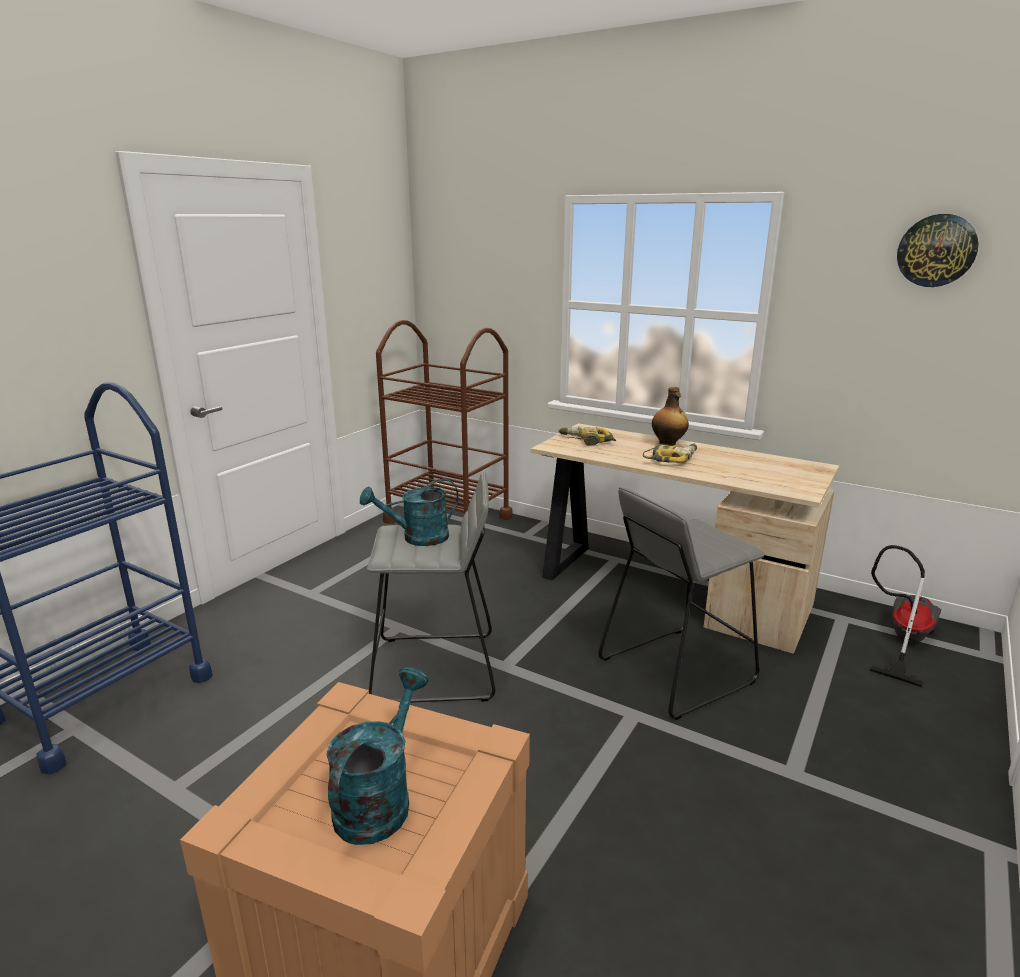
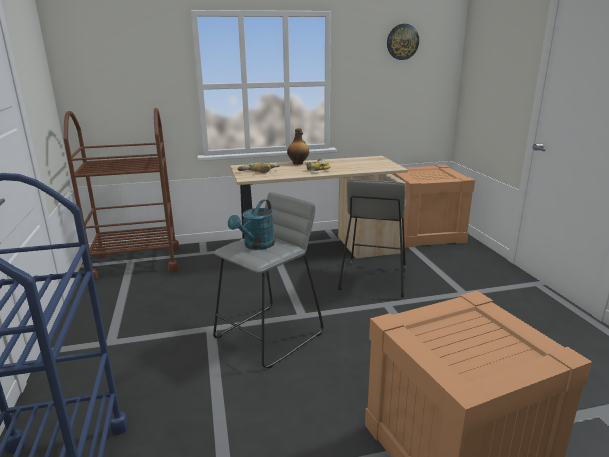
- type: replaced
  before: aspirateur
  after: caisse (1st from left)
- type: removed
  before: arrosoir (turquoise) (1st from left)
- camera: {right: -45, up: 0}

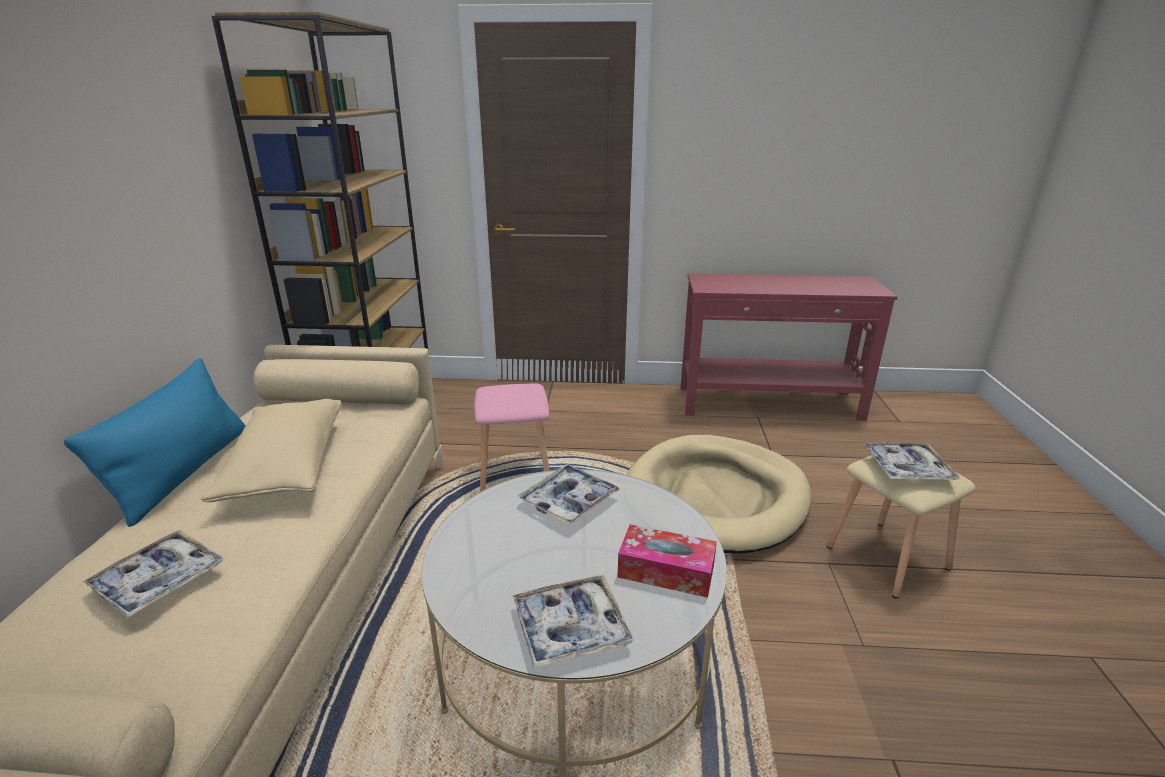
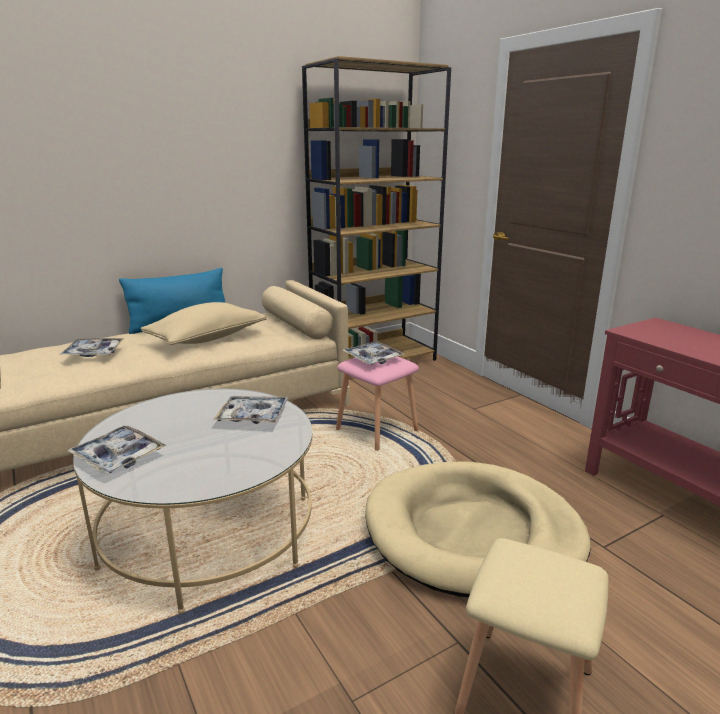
- type: moved
  before: plateau (4th from left)
- type: removed
  before: boîte à mouchoirs
- camera: {right: 55, up: -5}

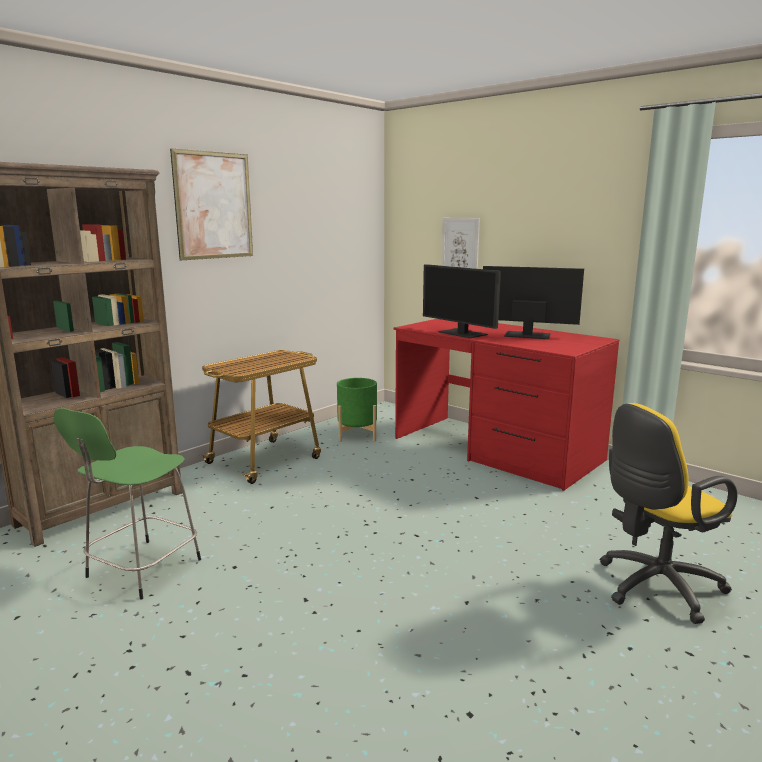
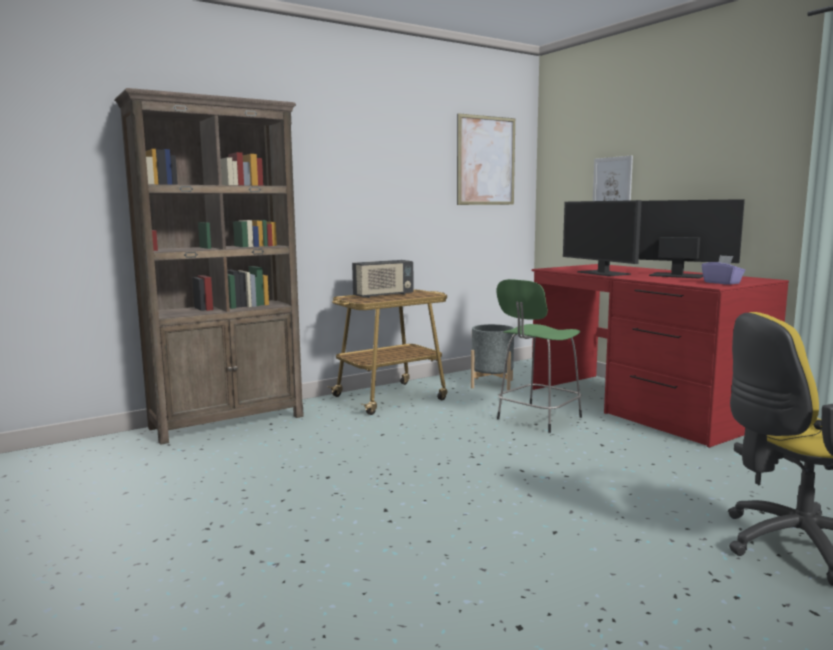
- type: added
  after: radio
- type: moved
  before: tableau (1st from left)
- type: recoloured
  before: cache-pot (vert)
  after: cache-pot (gris)
- type: moved
  before: tabouret (vert)
- type: added
  after: boîte à mouchoirs (violet)
- camera: {right: 15, up: -5}

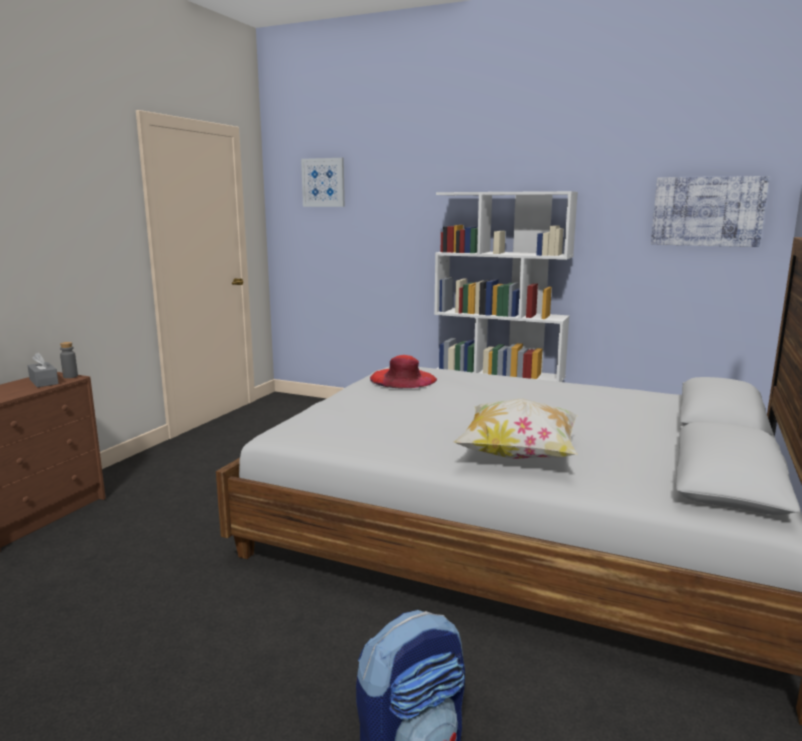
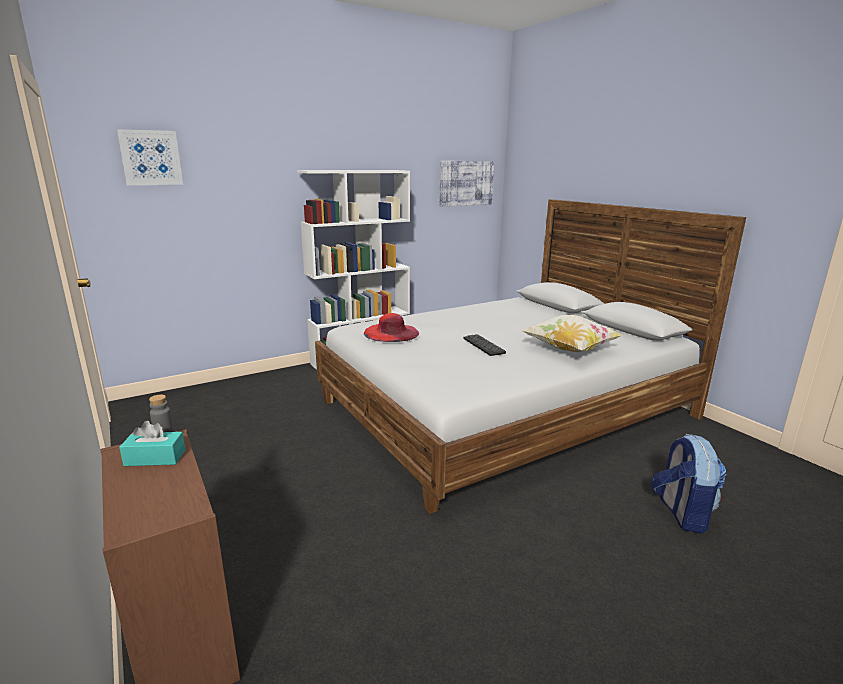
- type: recoloured
  before: boîte à mouchoirs (gris)
  after: boîte à mouchoirs (turquoise)
- type: added
  after: clavier
- camera: {right: -55, up: 5}

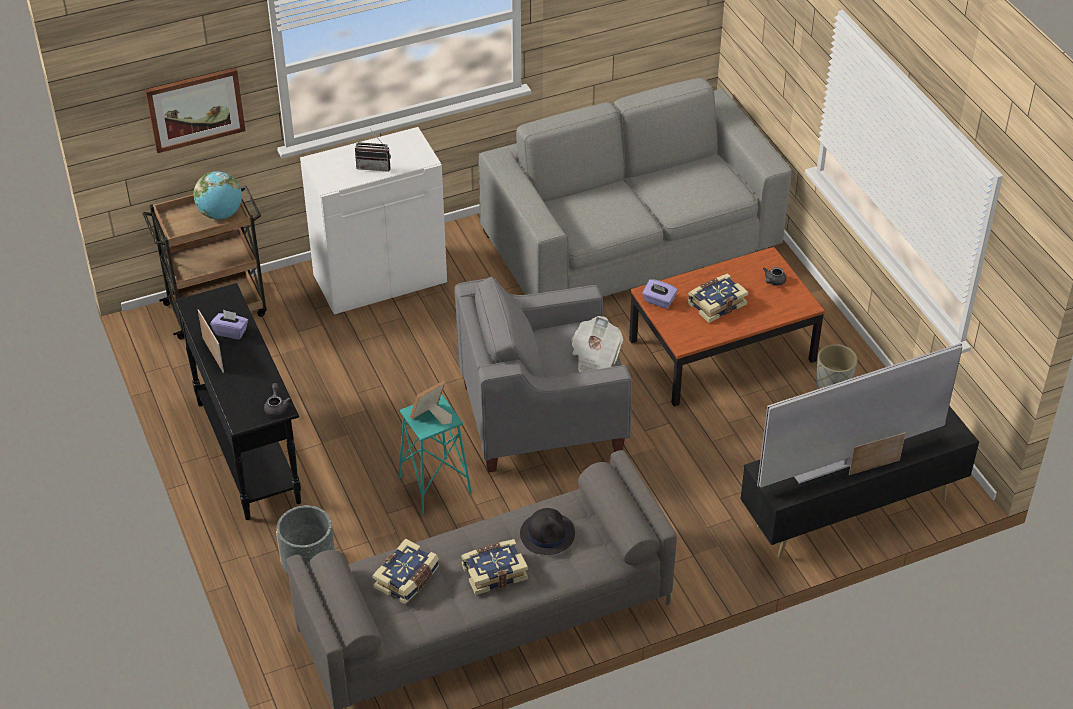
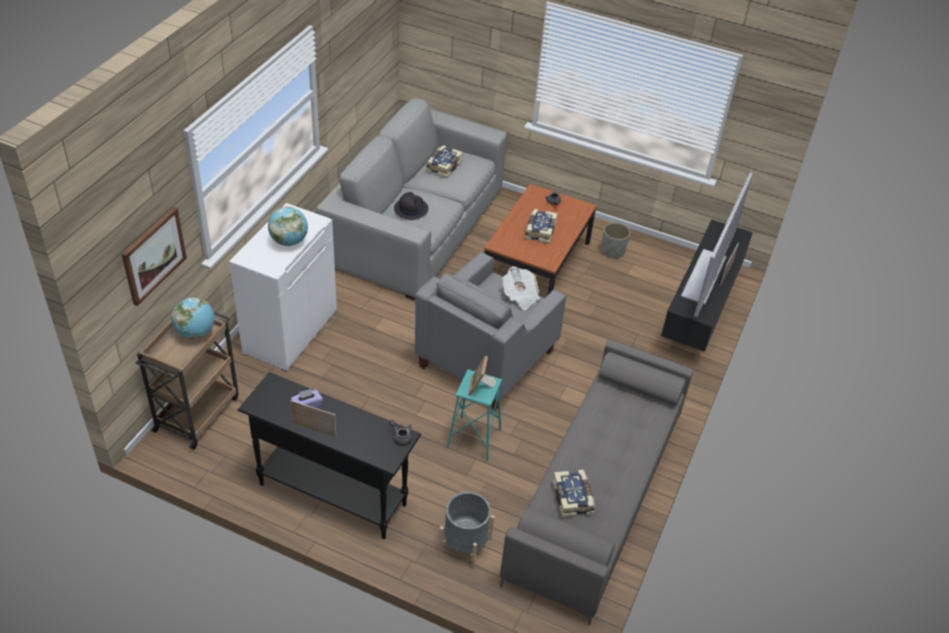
- type: replaced
  before: radio
  after: globe (2nd from left)
- type: moved
  before: chapeau (noir)
- type: moved
  before: livre (2nd from left in the first image)
  after: livre (1st from left)
- type: removed
  before: boîte à mouchoirs (violet) (2nd from left)
- camera: {right: -45, up: 0}

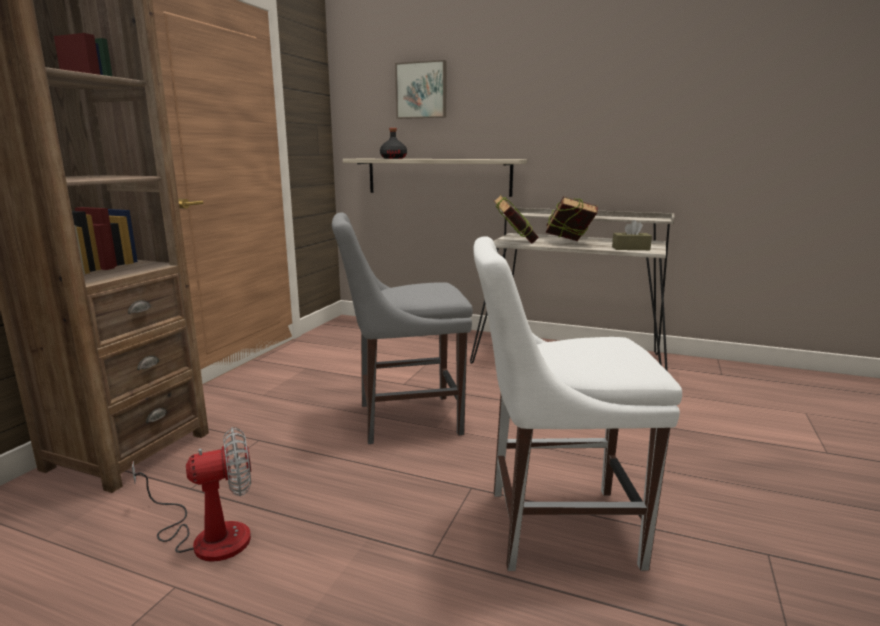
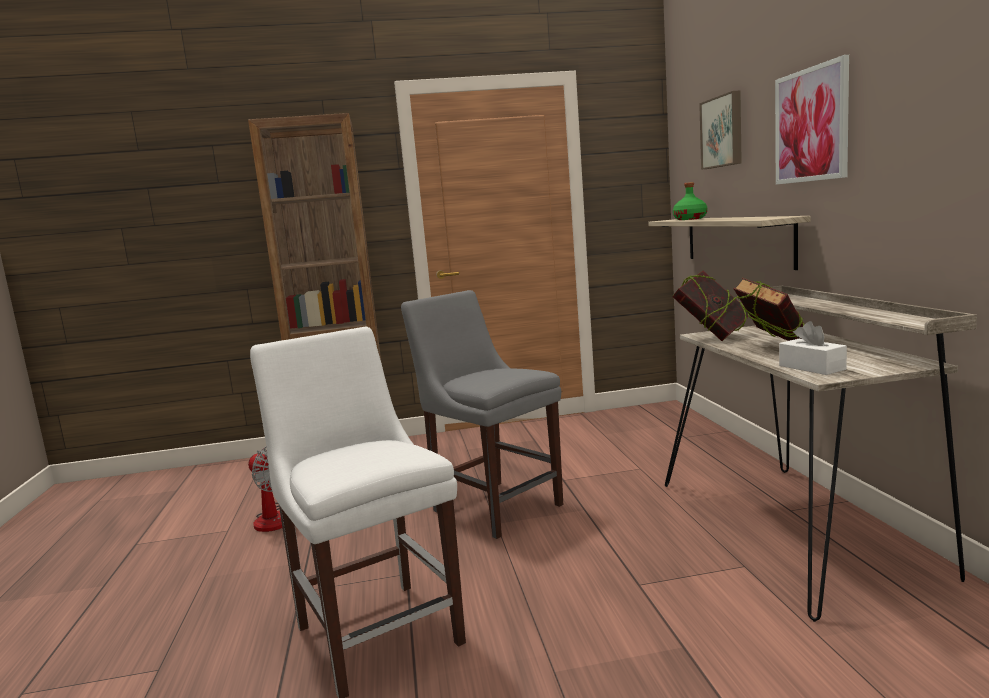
- type: recoloured
  before: bouteille (noir)
  after: bouteille (vert)
- type: added
  after: tableau (2nd from left)
- type: recoloured
  before: boîte à mouchoirs (marron)
  after: boîte à mouchoirs (blanc)
- camera: {right: 60, up: -5}

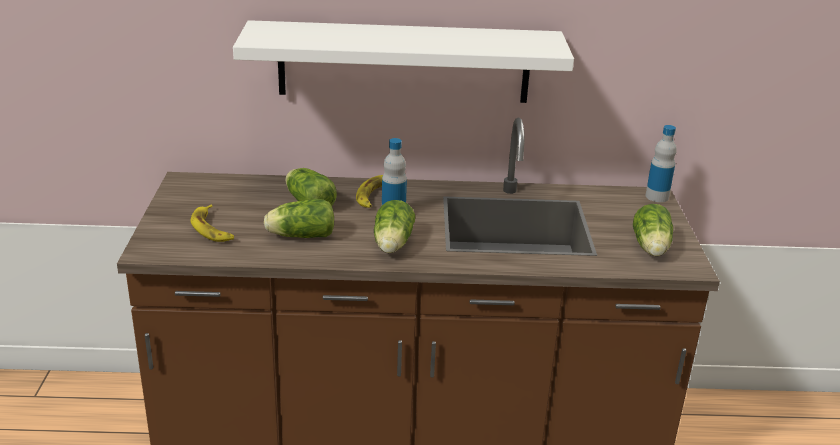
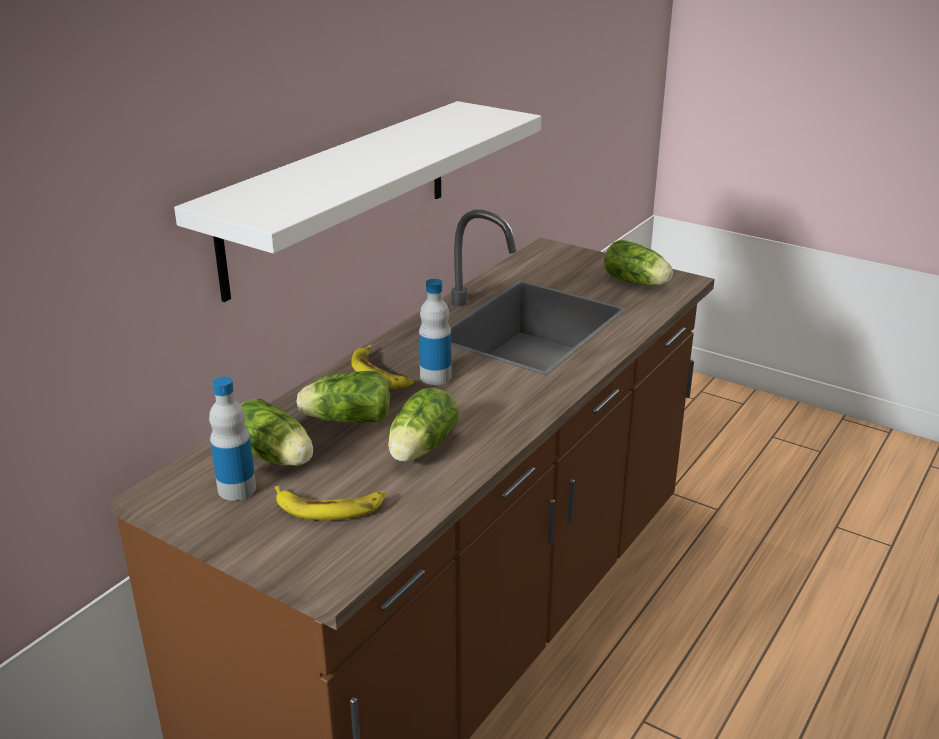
- type: moved
  before: bouteille (2nd from left in the first image)
  after: bouteille (1st from left)
- type: moved
  before: laitue (3rd from left in the first image)
  after: laitue (1st from left)
- camera: {right: -55, up: 0}

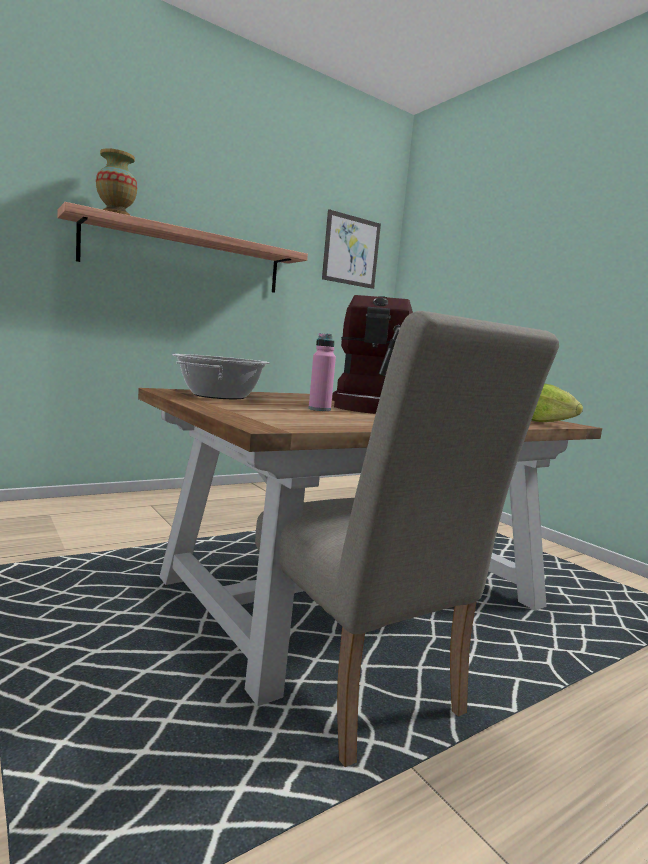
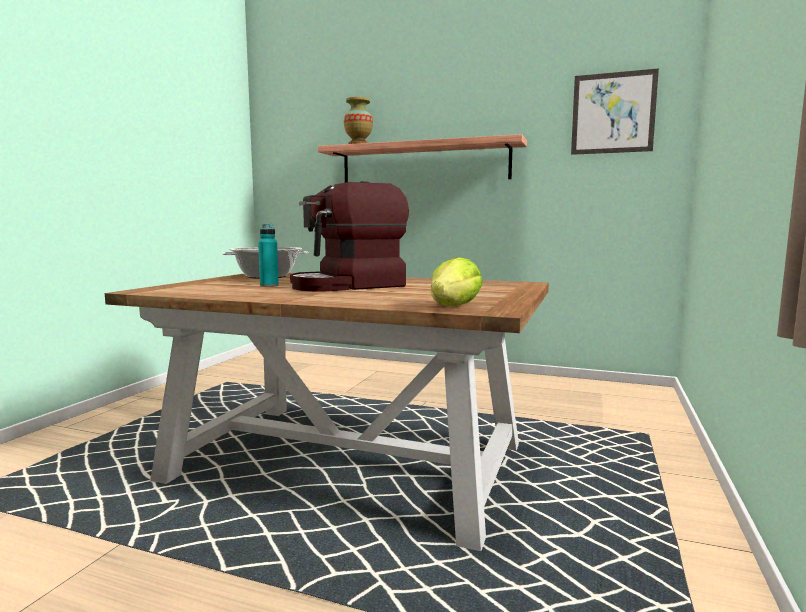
- type: recoloured
  before: bouteille (rose)
  after: bouteille (turquoise)
- type: removed
  before: chaise (beige)
- camera: {right: 55, up: 0}

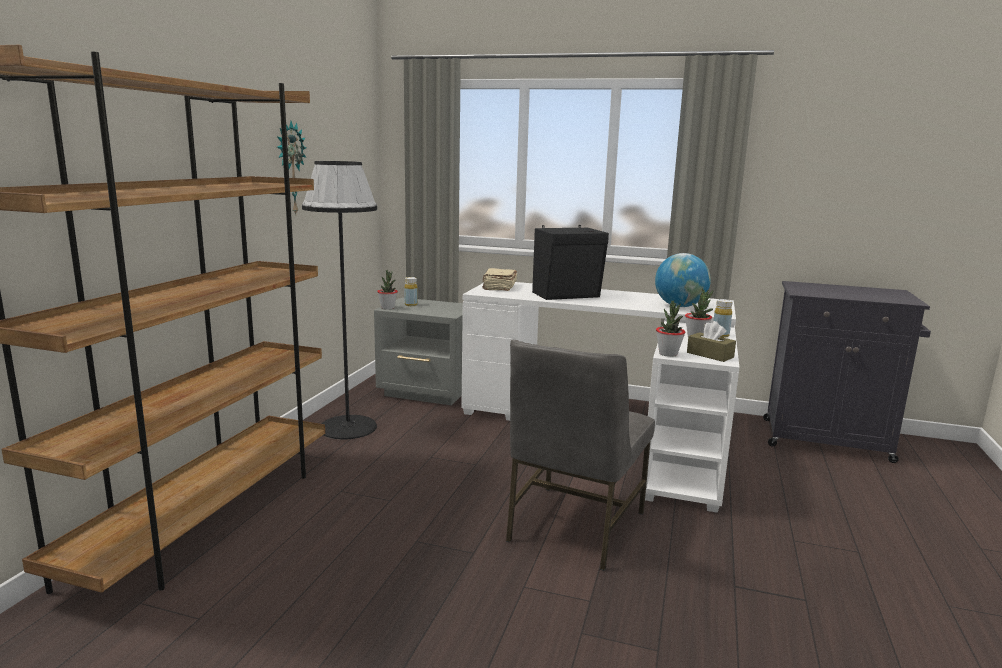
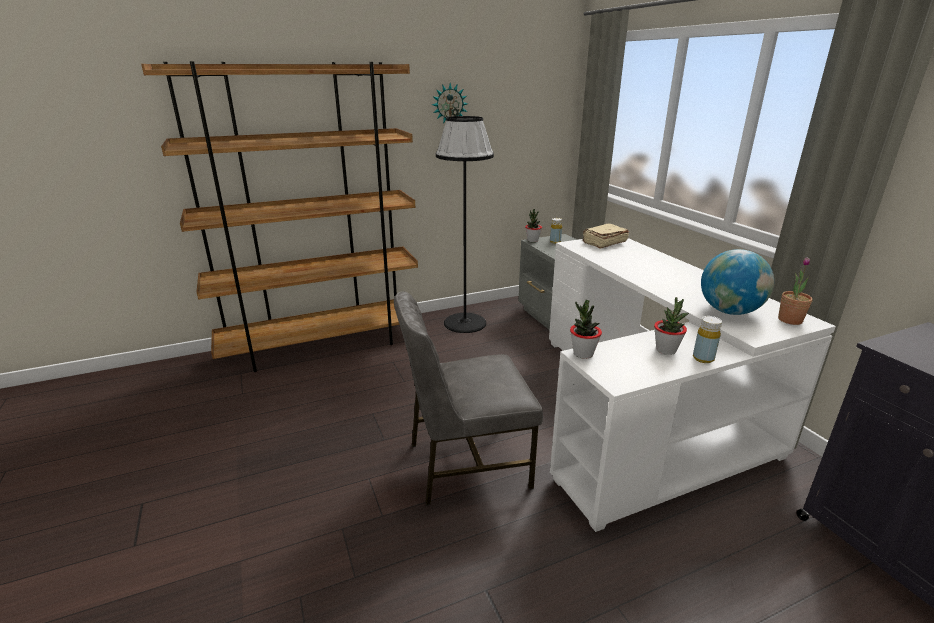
- type: added
  after: plante en pot (4th from left)
- type: removed
  before: enceinte (noir)
- type: removed
  before: boîte à mouchoirs (marron)
- camera: {right: 50, up: 10}

